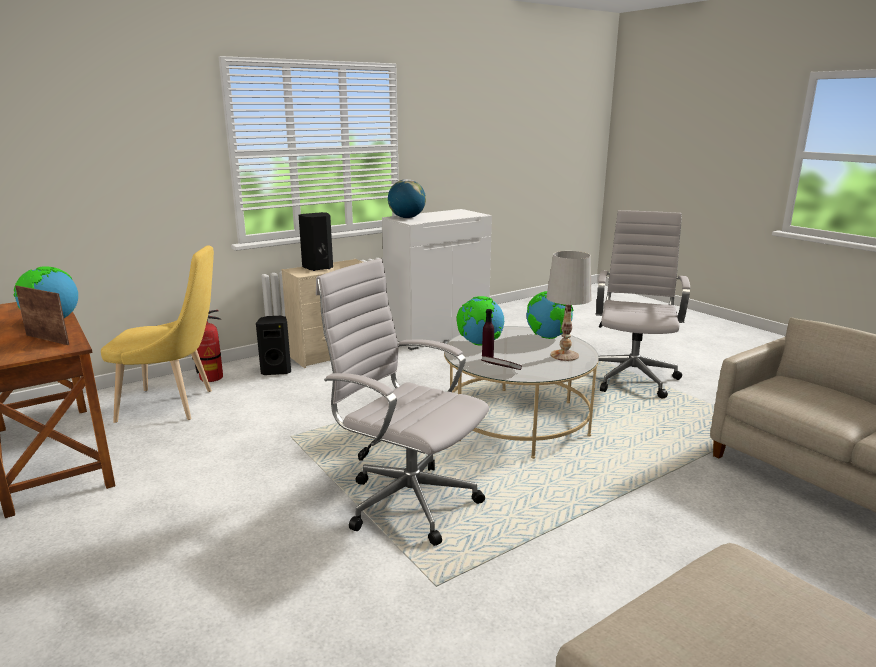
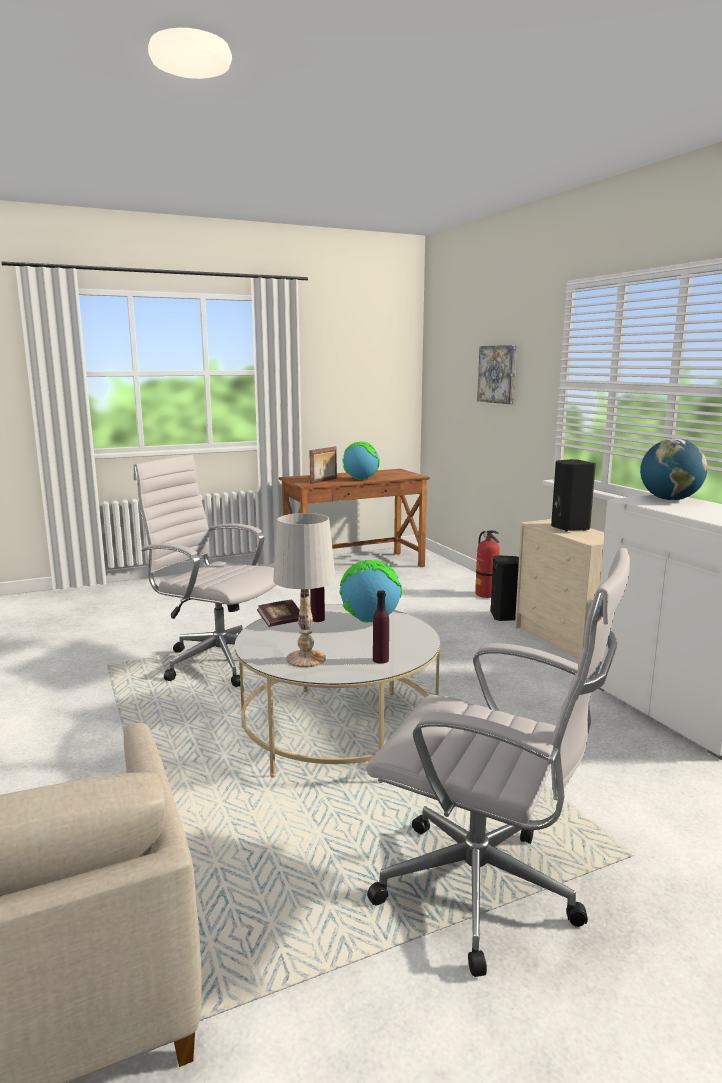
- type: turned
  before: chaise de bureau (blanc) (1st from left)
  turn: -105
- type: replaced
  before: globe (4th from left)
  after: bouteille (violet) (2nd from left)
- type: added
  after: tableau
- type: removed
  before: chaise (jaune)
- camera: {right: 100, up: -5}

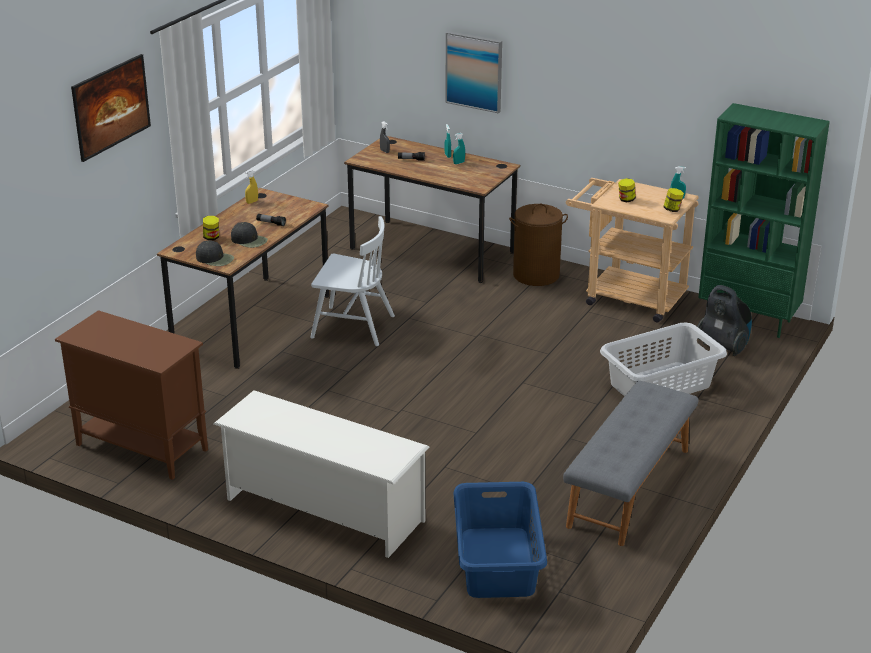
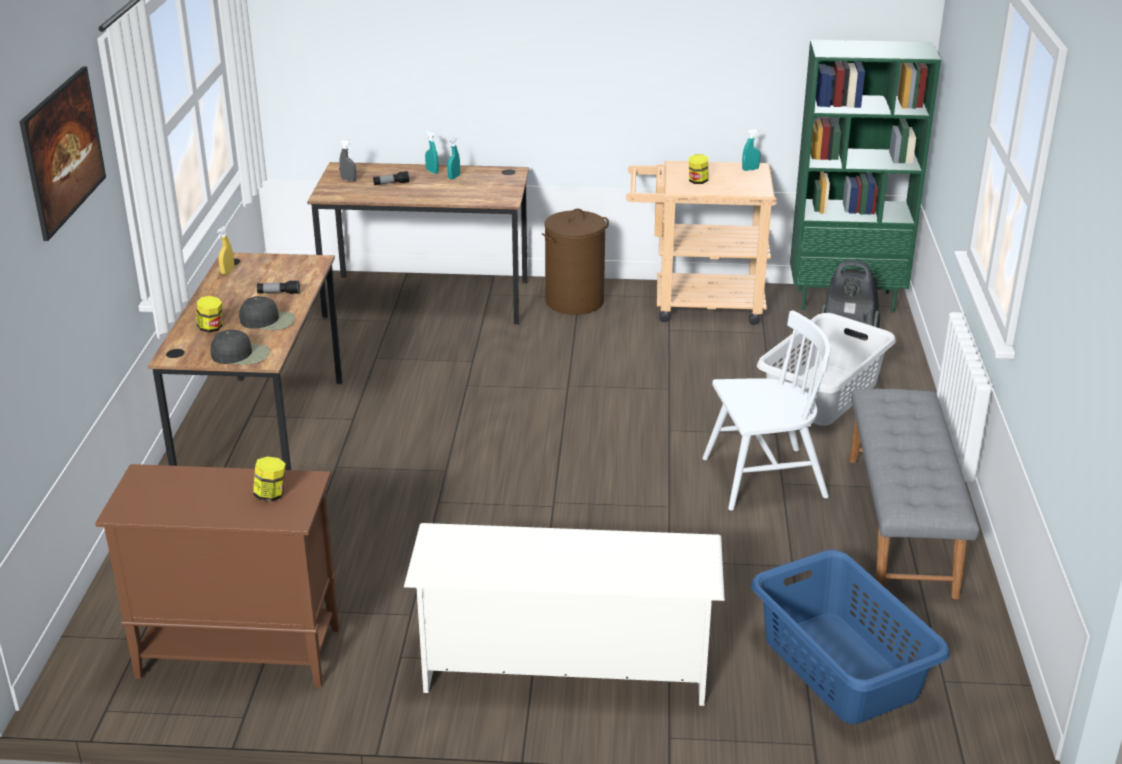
- type: moved
  before: bocal (3rd from left in the first image)
  after: bocal (2nd from left)
- type: moved
  before: chaise (blanc)
- type: removed
  before: tableau (2nd from left)
- camera: {right: -25, up: 0}

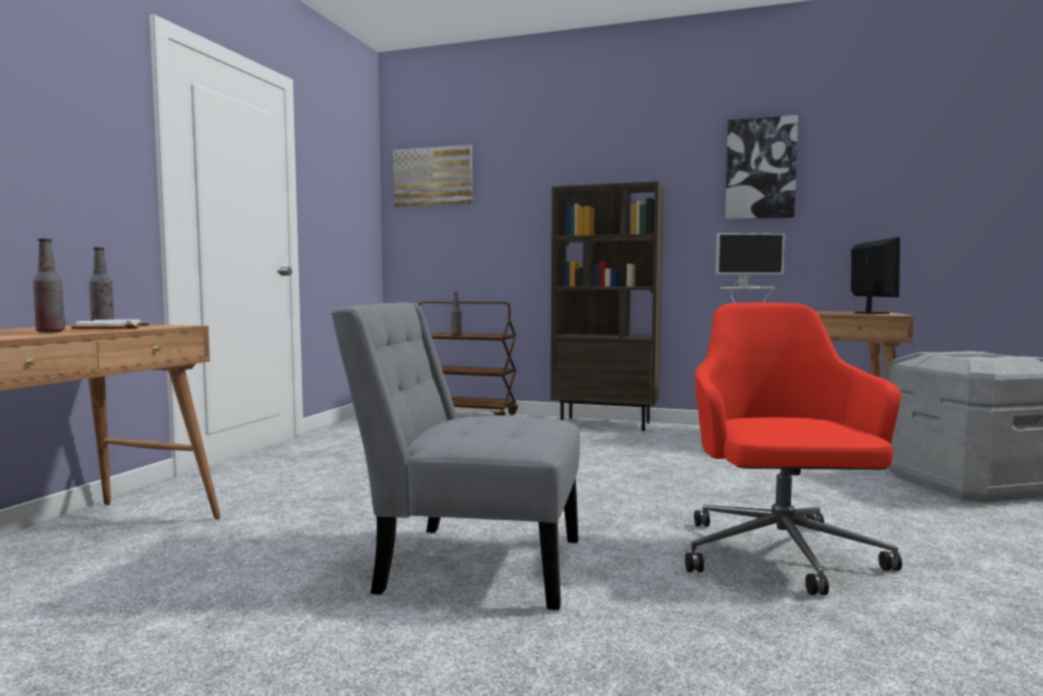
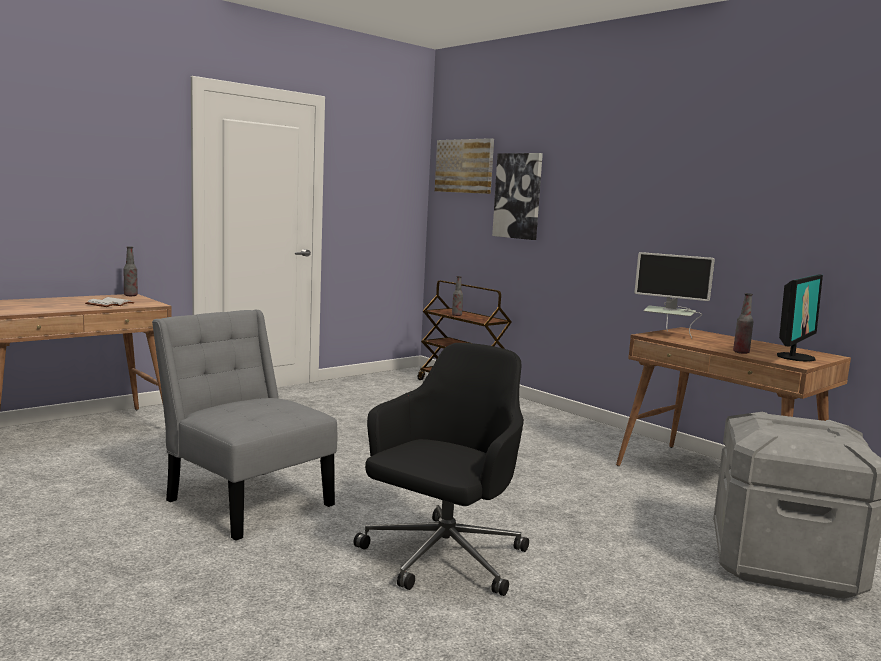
- type: recoloured
  before: chaise de bureau (rouge)
  after: chaise de bureau (noir)
- type: moved
  before: tableau (2nd from left)
- type: moved
  before: bouteille (1st from left in the first image)
  after: bouteille (3rd from left)
- type: removed
  before: bibliothèque (marron)
- camera: {right: 30, up: 5}

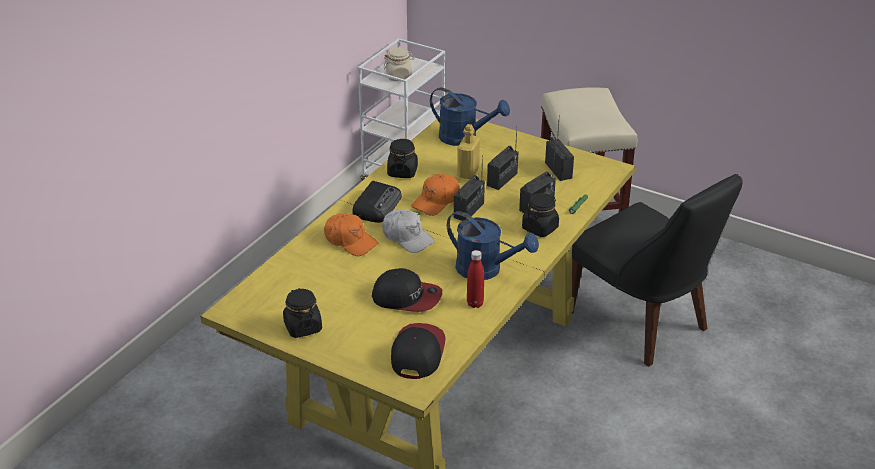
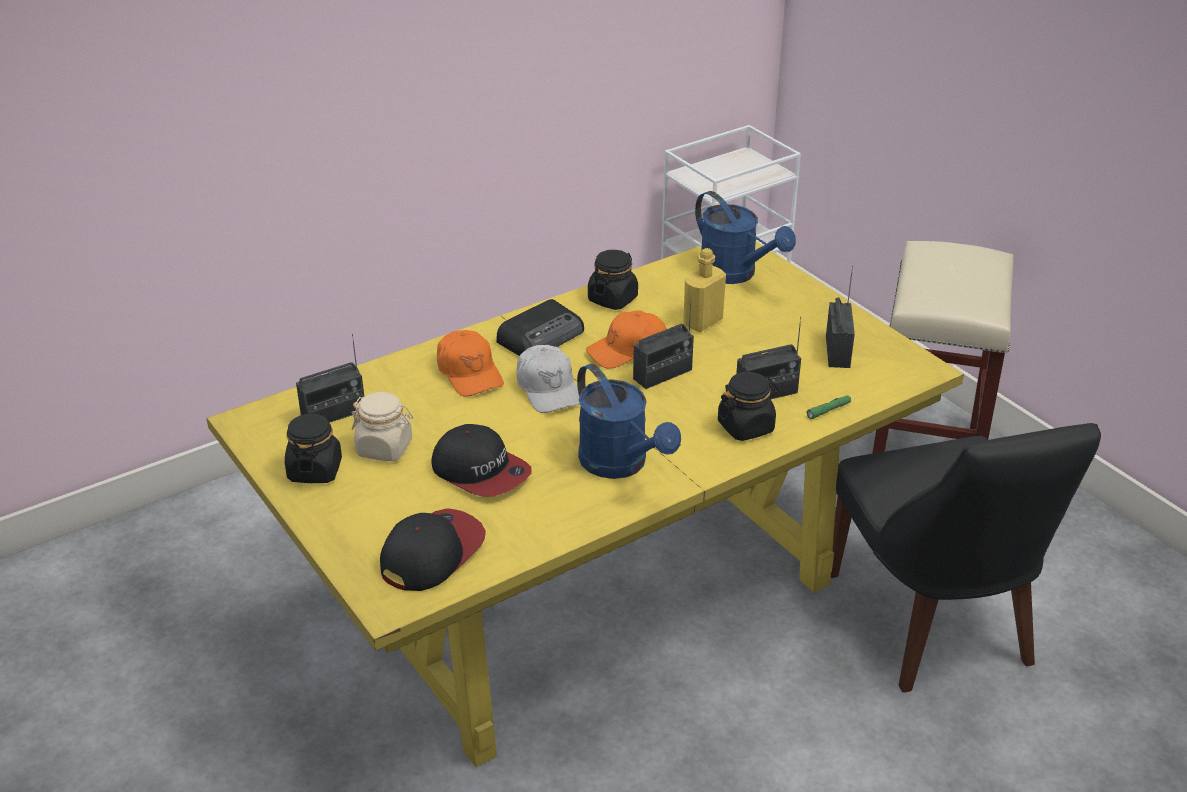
- type: moved
  before: radio (3rd from left in the first image)
  after: radio (1st from left)
- type: moved
  before: bocal (beige)
- type: removed
  before: bouteille (rouge)
- camera: {right: 25, up: 0}

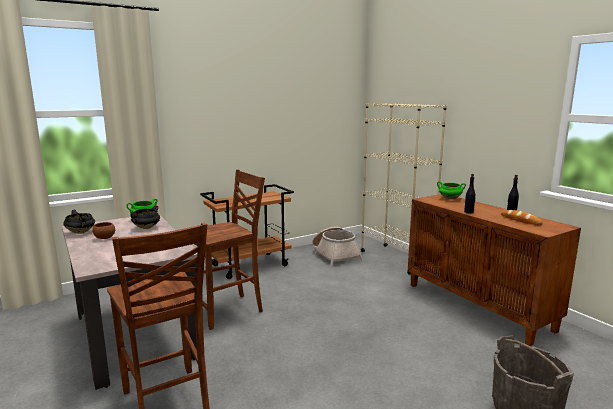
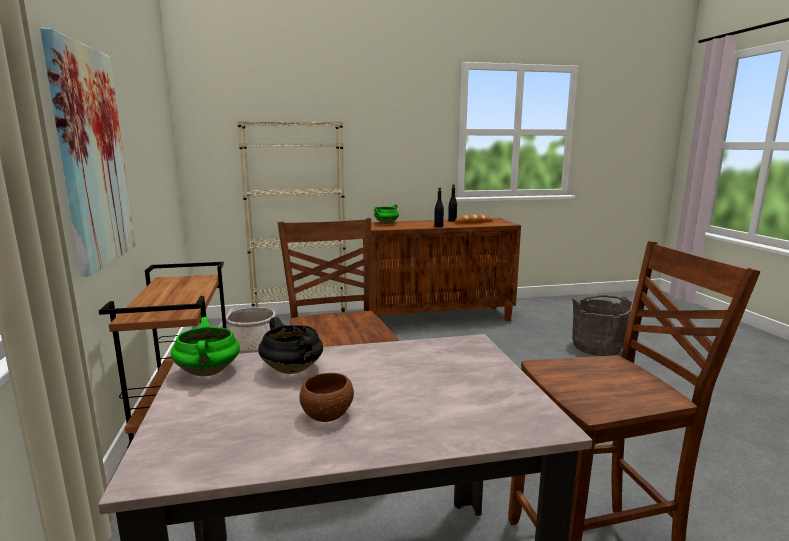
- type: added
  after: tableau
- type: removed
  before: marmite (noir) (1st from left)
- camera: {right: -70, up: 0}

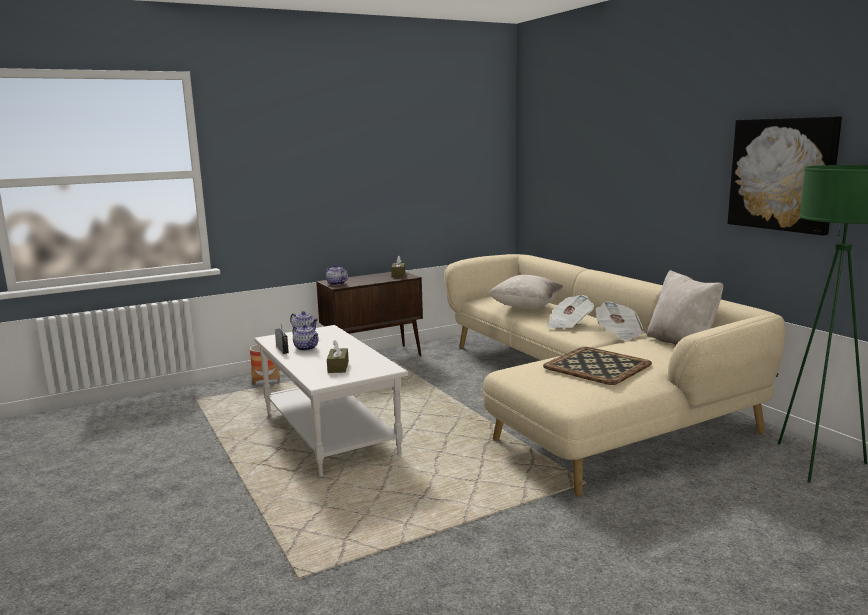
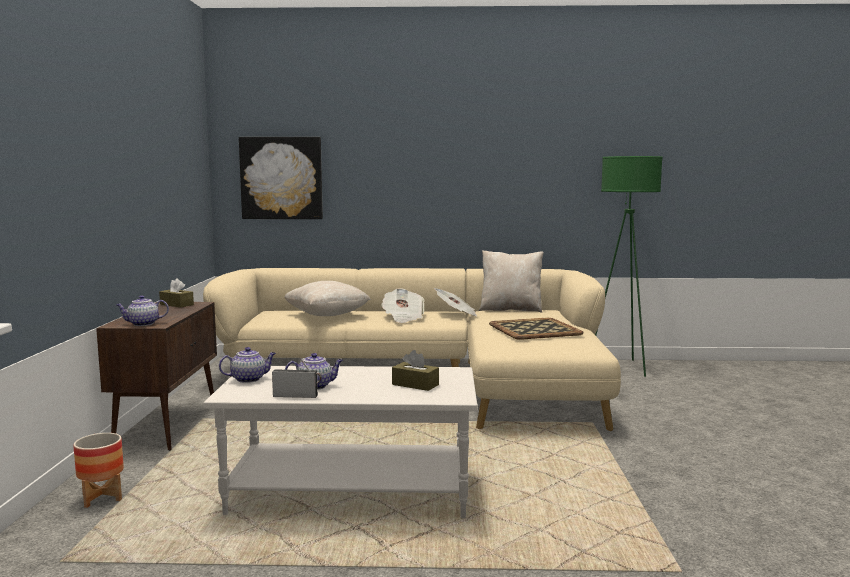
- type: moved
  before: tableau
- camera: {right: -60, up: -5}

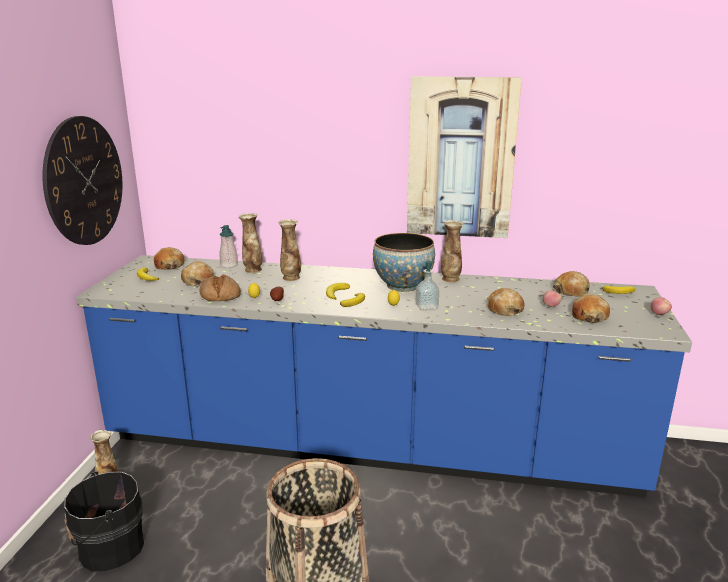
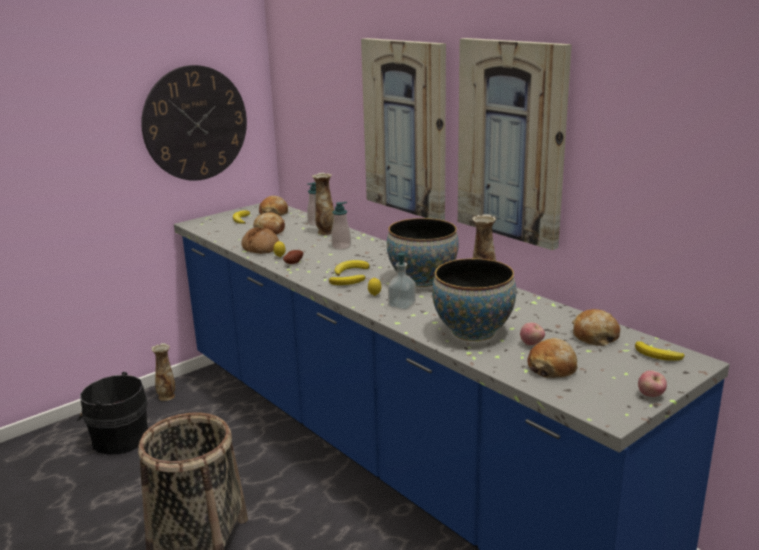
- type: replaced
  before: vase (3rd from left)
  after: distributeur de savon (2nd from left)
- type: added
  after: tableau (1st from left)
- type: replaced
  before: pain (4th from left)
  after: bol (2nd from left)
- camera: {right: 40, up: 0}

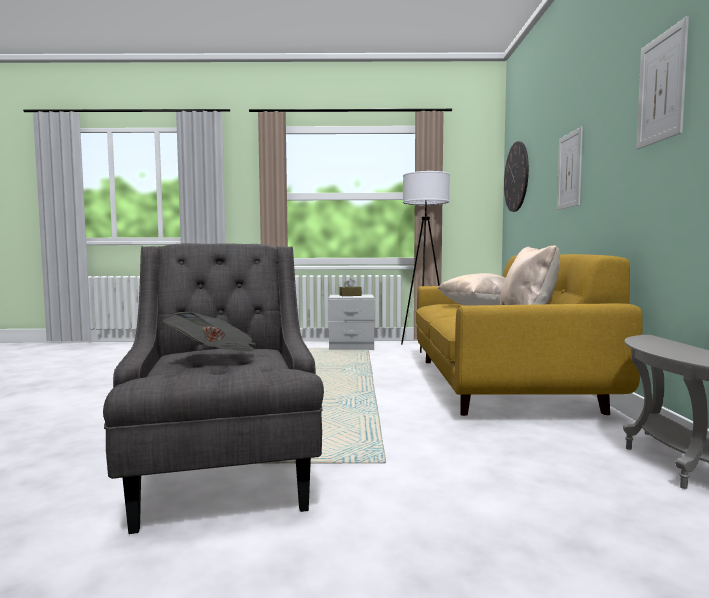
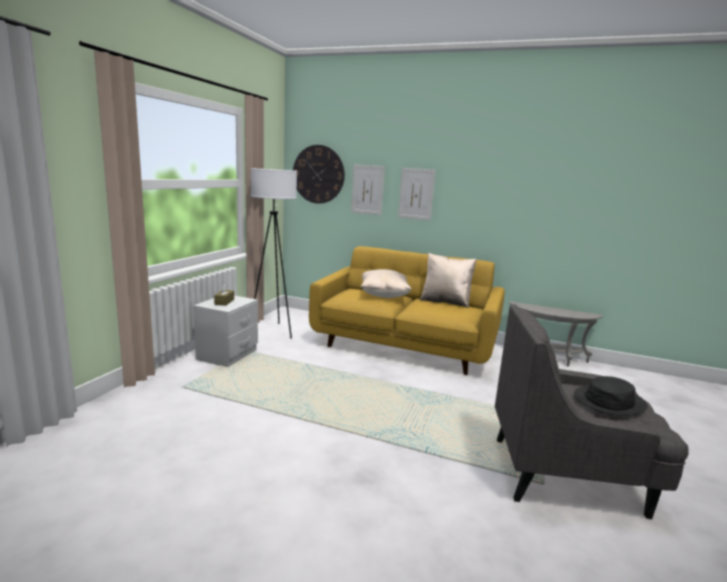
- type: moved
  before: tableau (2nd from left in the first image)
  after: tableau (1st from left)
- type: replaced
  before: journal
  after: chapeau (noir)
- camera: {right: -70, up: 10}

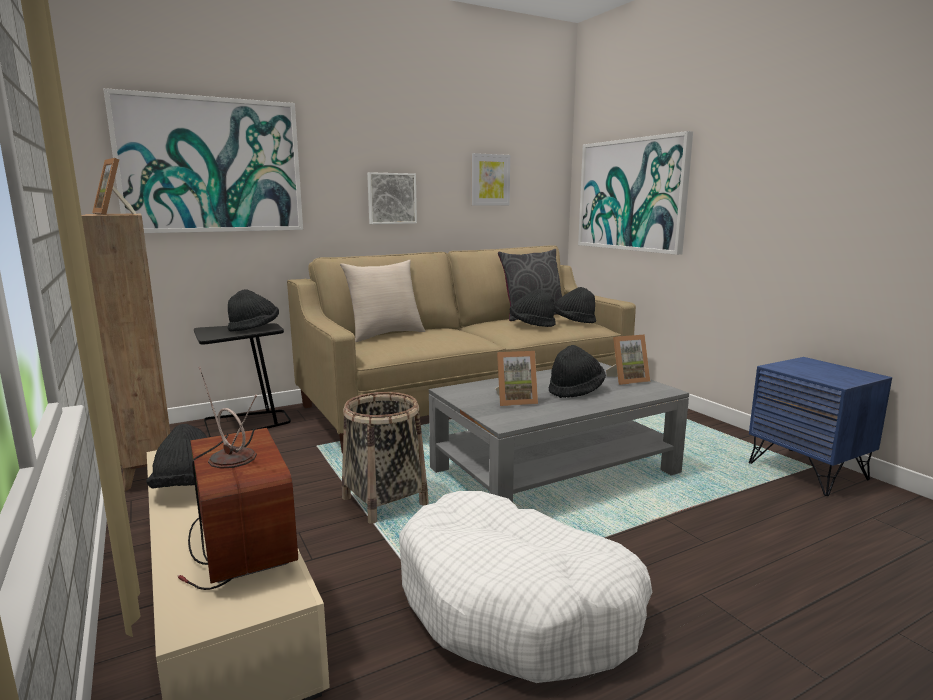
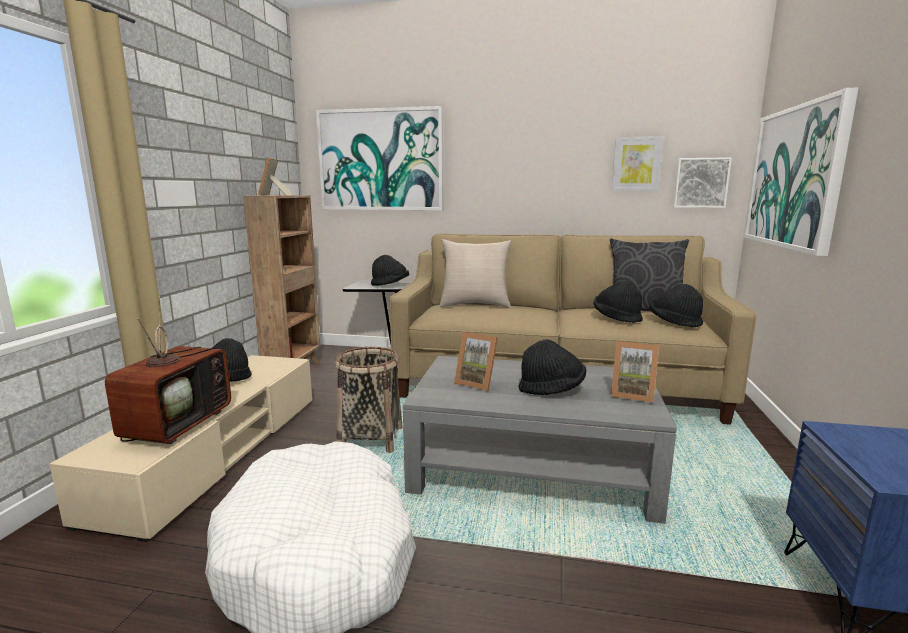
- type: moved
  before: tableau (2nd from left in the first image)
  after: tableau (3rd from left)
- camera: {right: 40, up: 0}

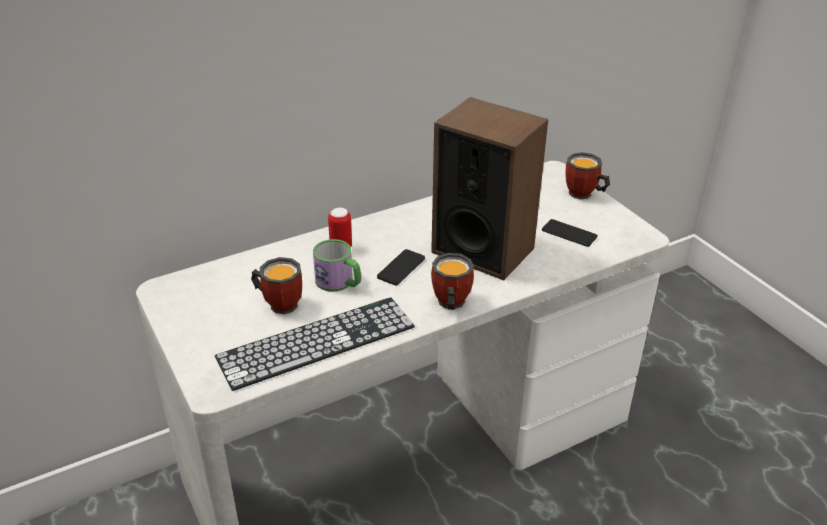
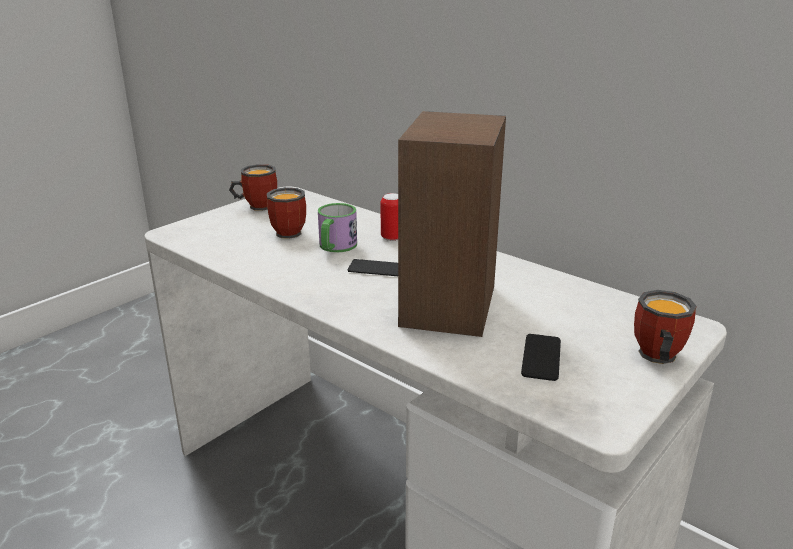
- type: moved
  before: mug (3rd from left in the first image)
  after: mug (1st from left)
- type: removed
  before: clavier
- camera: {right: 70, up: -10}

